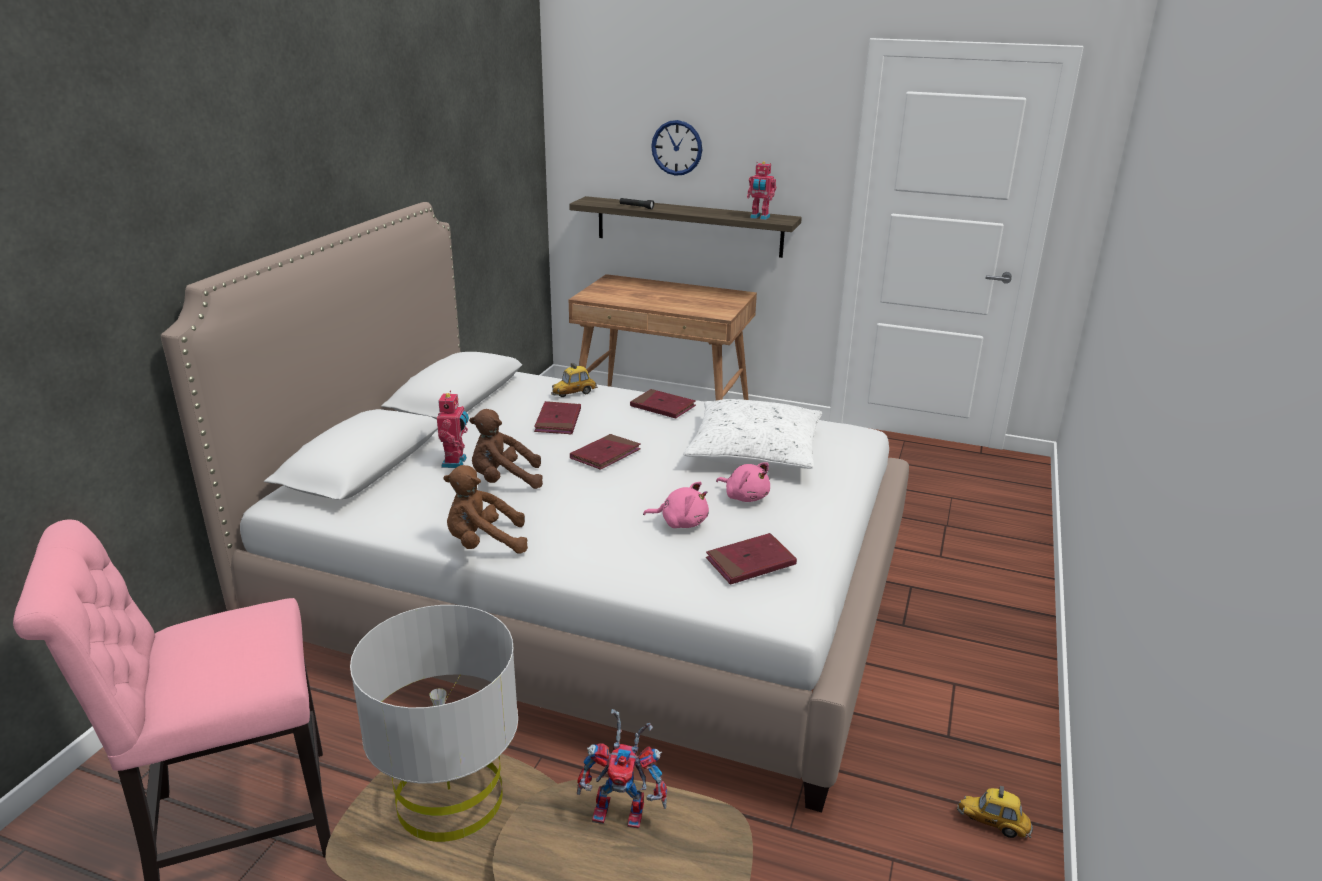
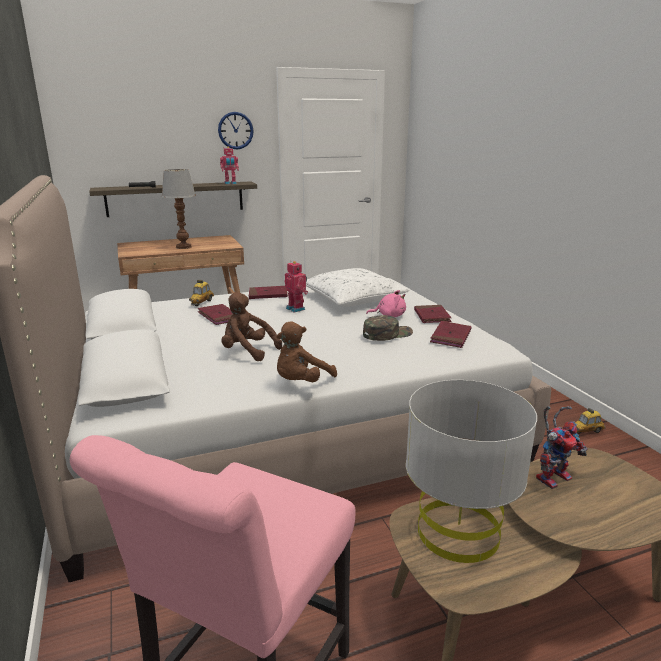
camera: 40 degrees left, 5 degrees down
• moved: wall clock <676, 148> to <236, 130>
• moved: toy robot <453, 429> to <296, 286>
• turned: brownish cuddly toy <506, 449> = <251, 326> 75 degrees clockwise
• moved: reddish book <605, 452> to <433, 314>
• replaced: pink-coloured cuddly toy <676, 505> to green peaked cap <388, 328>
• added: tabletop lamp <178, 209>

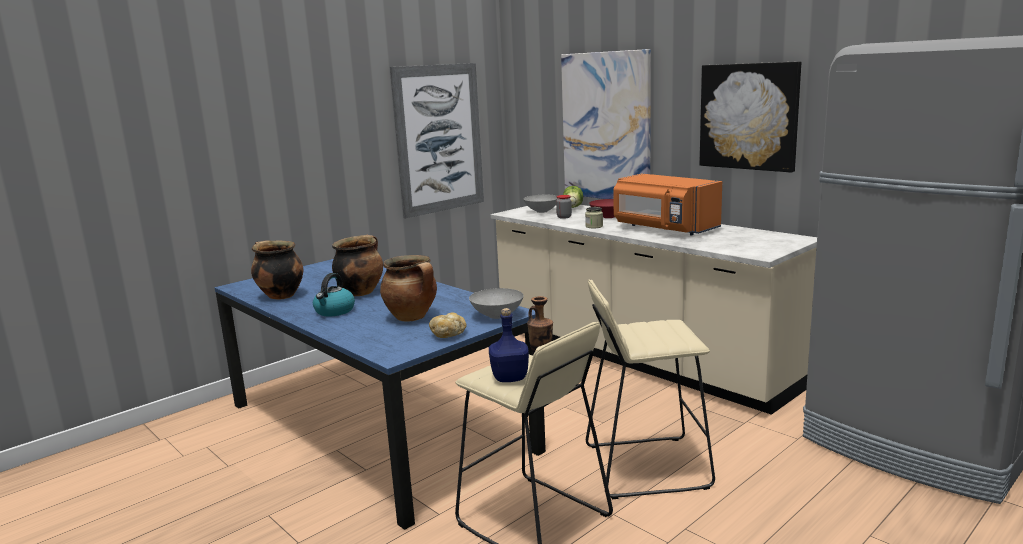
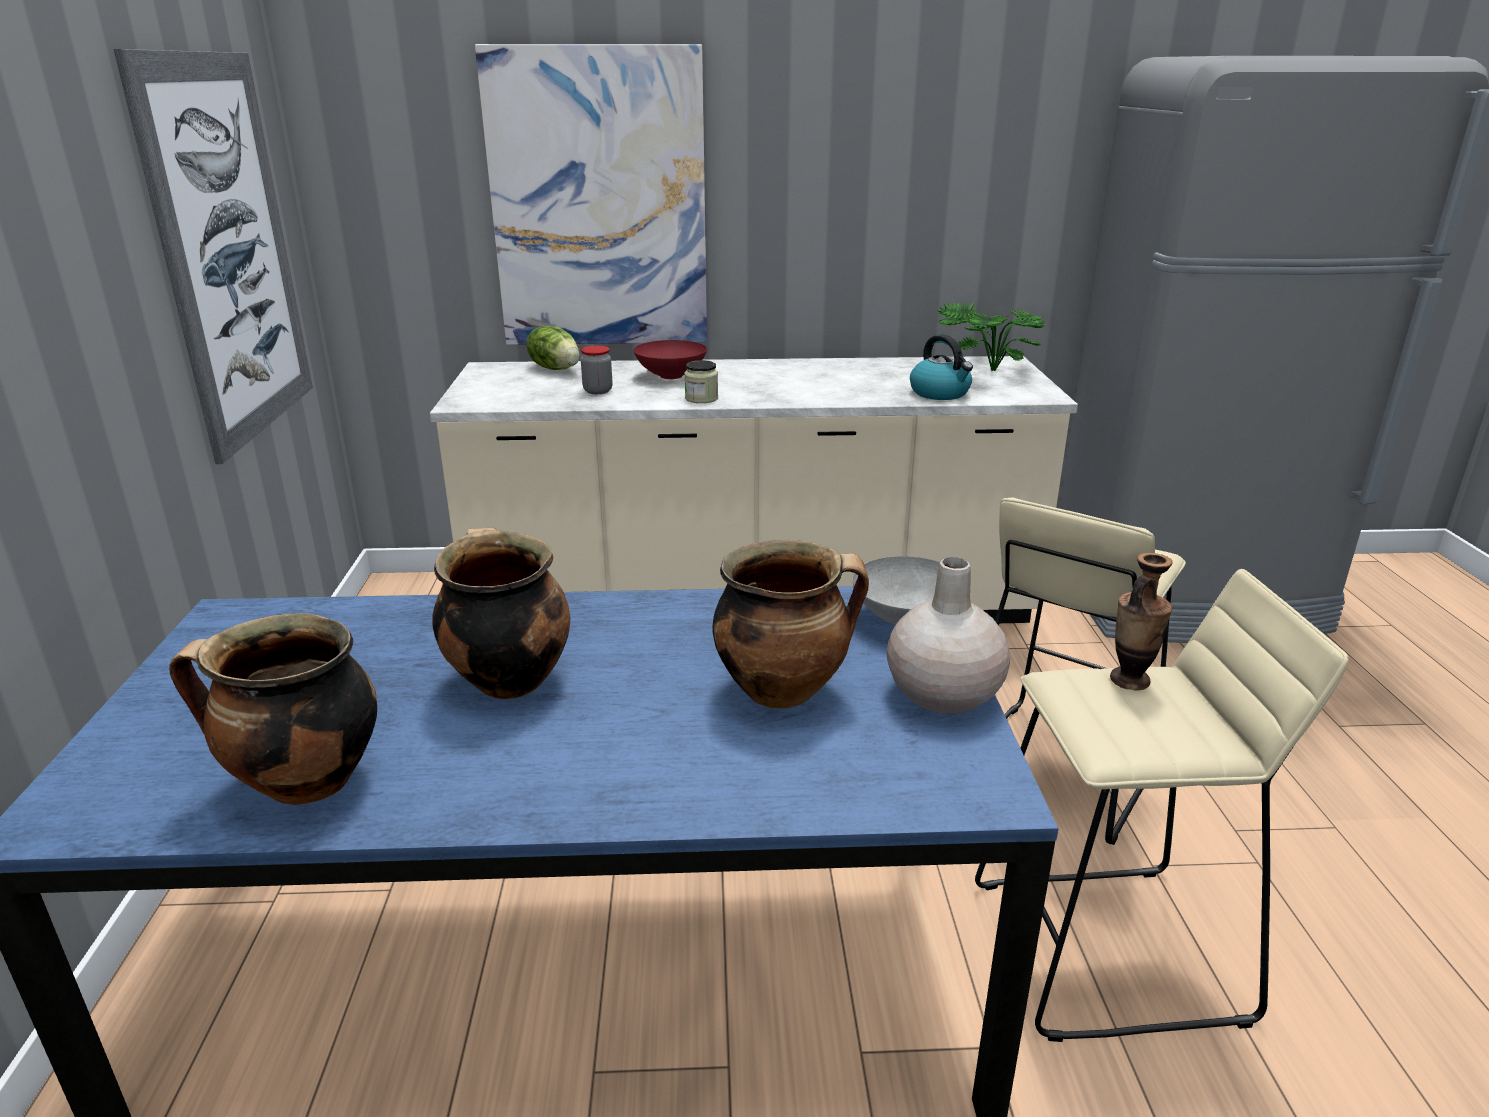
camera: 50 degrees left, 10 degrees up
• removed: wall picture <750, 117>
• removed: orangey kitchen microwave <667, 204>
• removed: grey bowl <540, 204>
• moved: water kettle <334, 294> to <941, 367>
• removed: blue bottle <509, 345>
• replaced: bakery bread <447, 325> to beige-coloured flower vase <948, 635>
• added: potted plant <991, 336>

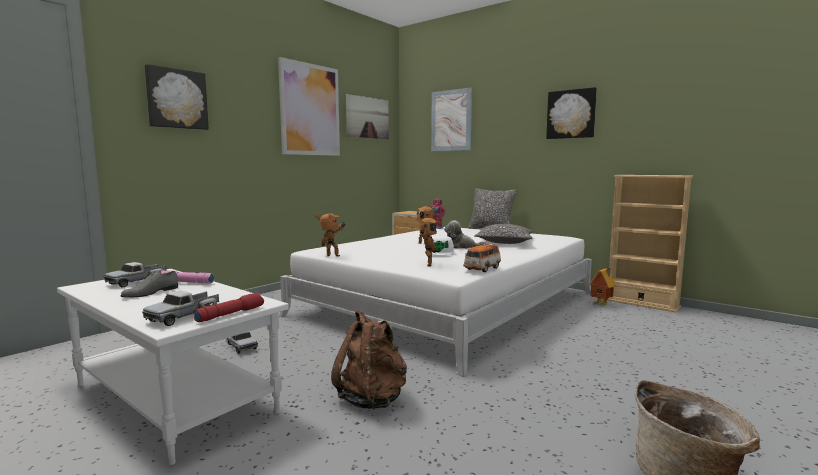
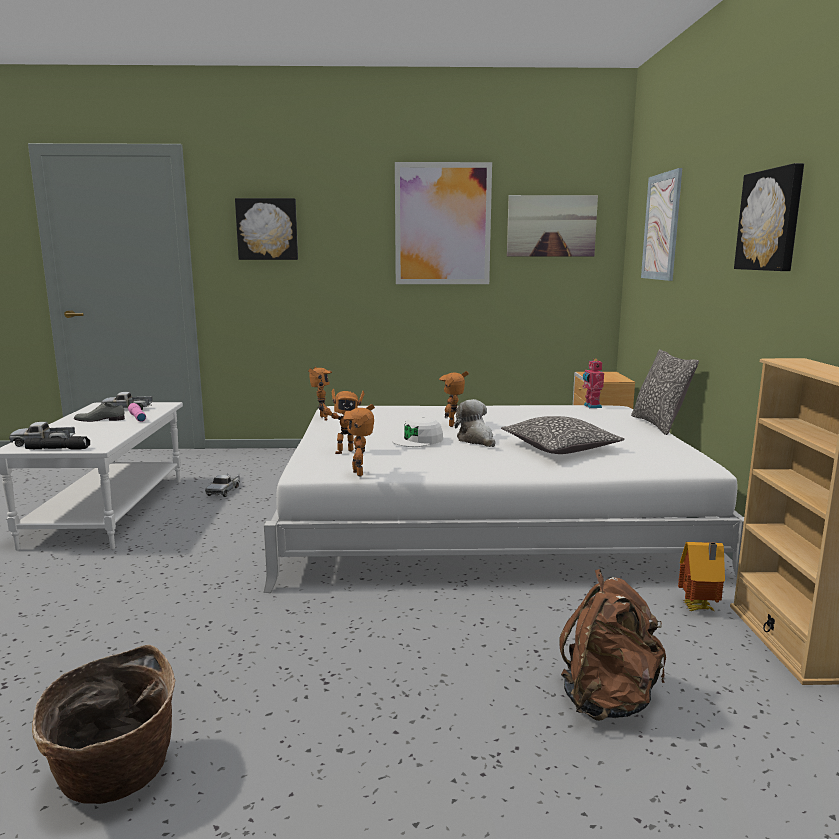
camera: 50 degrees right, 5 degrees up
• replaced: miniature car <482, 257> to toy robot <359, 440>
• recoloured: reddish hand torch <229, 307> to black-coloured hand torch <57, 443>
• moved: brownish knapsack <369, 359> to <612, 645>

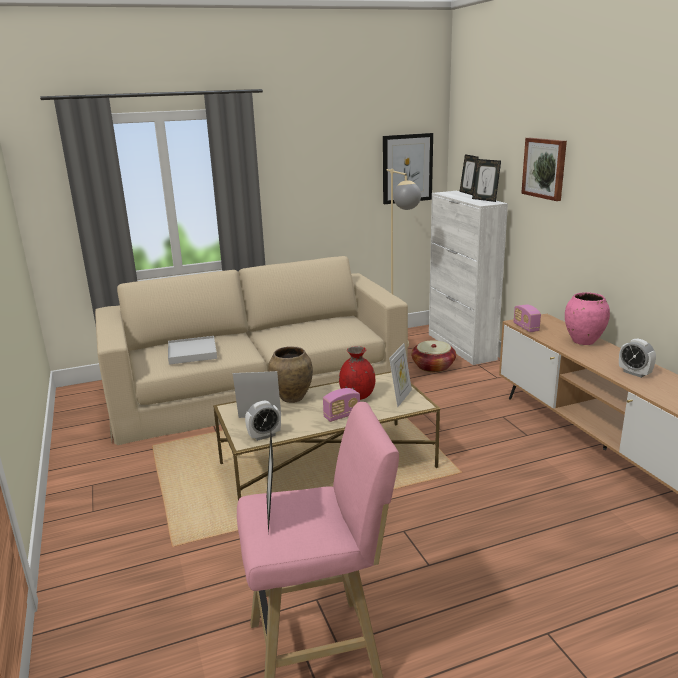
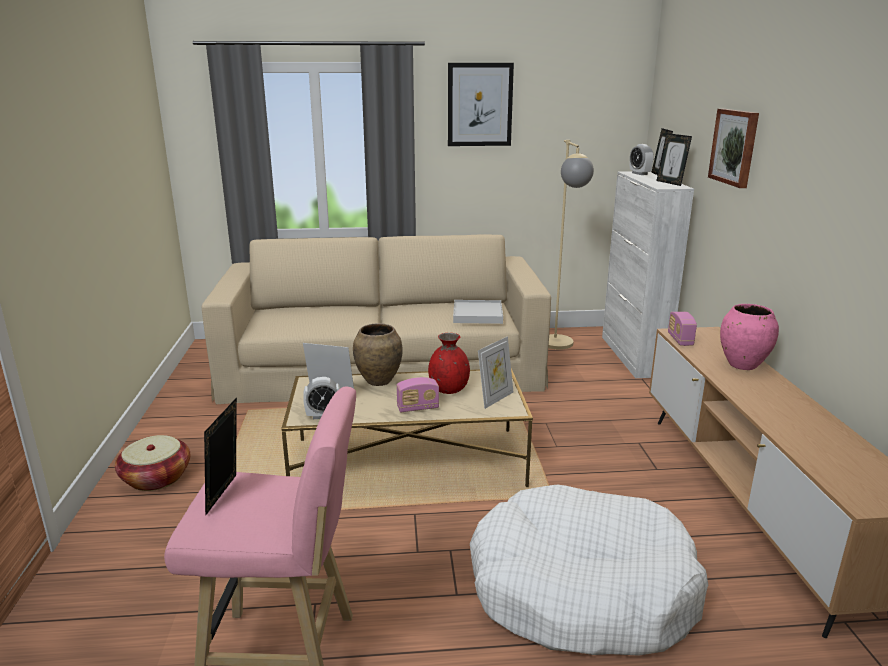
camera: 15 degrees right, 0 degrees up
• moved: wall picture <408, 168> to <481, 104>
• moved: whitish carrying tray <192, 350> to <478, 312>
• moved: table clock <637, 358> to <642, 159>
• moved: basket <433, 356> to <152, 463>
• added: whitish dog bed <589, 570>

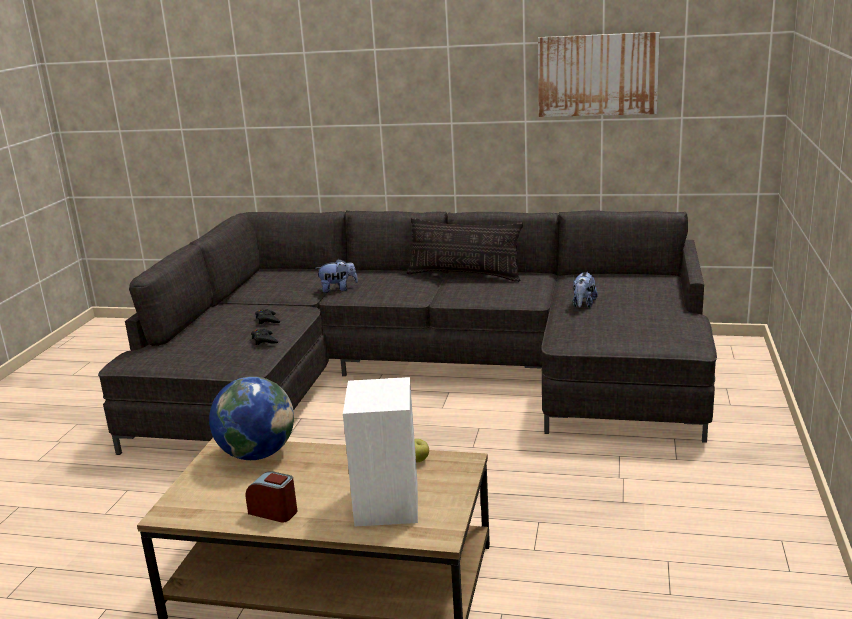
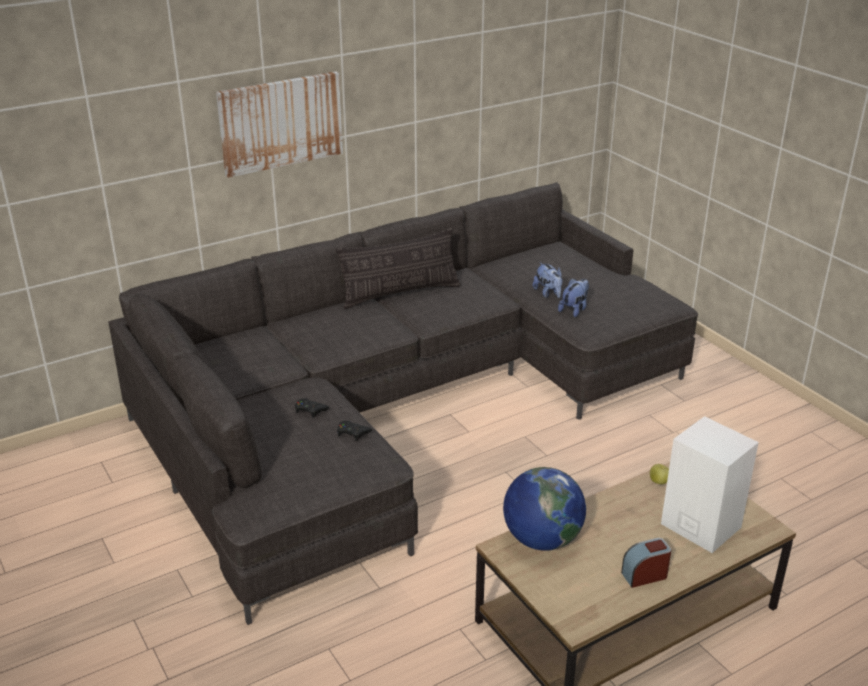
camera: 45 degrees left, 10 degrees up
• moved: wall picture <599, 74> to <279, 124>
• moved: cuddly toy <337, 276> to <573, 297>

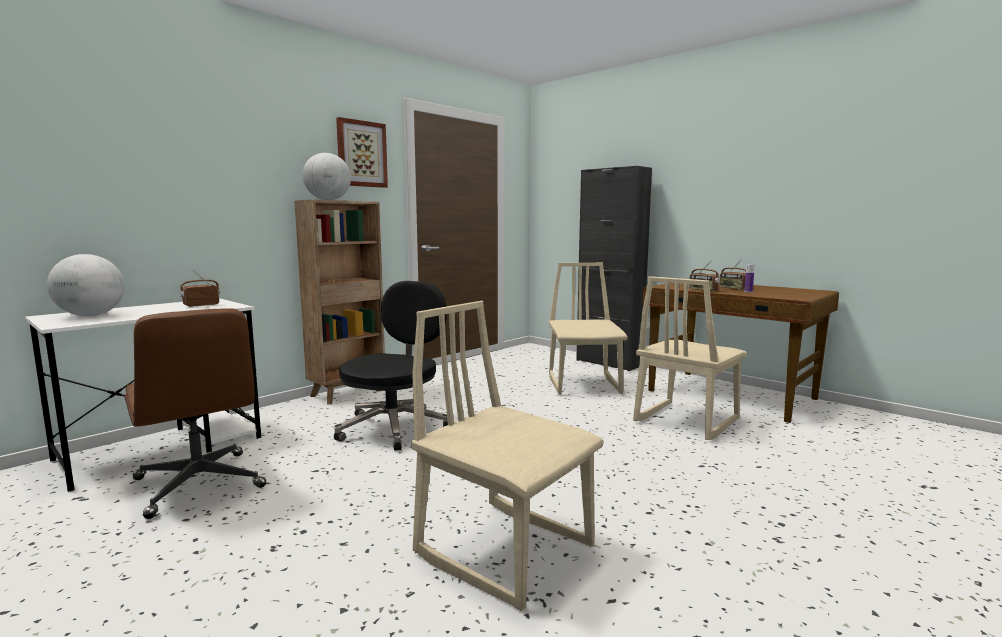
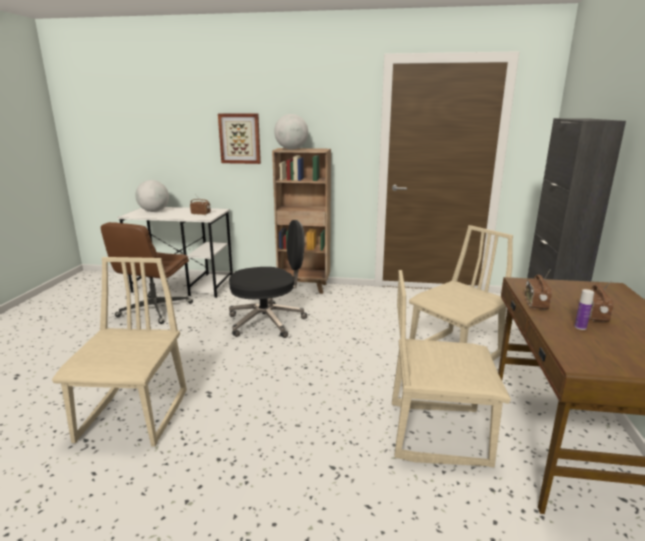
camera: 55 degrees right, 10 degrees up
• moved: wall picture <362, 152> to <239, 138>

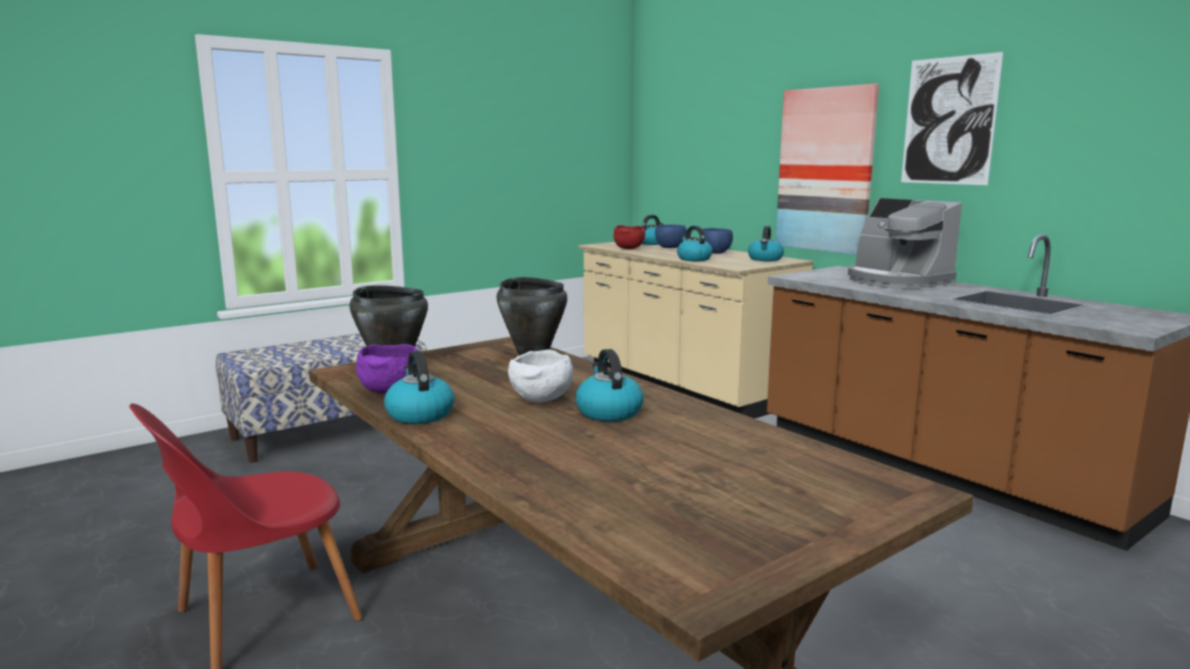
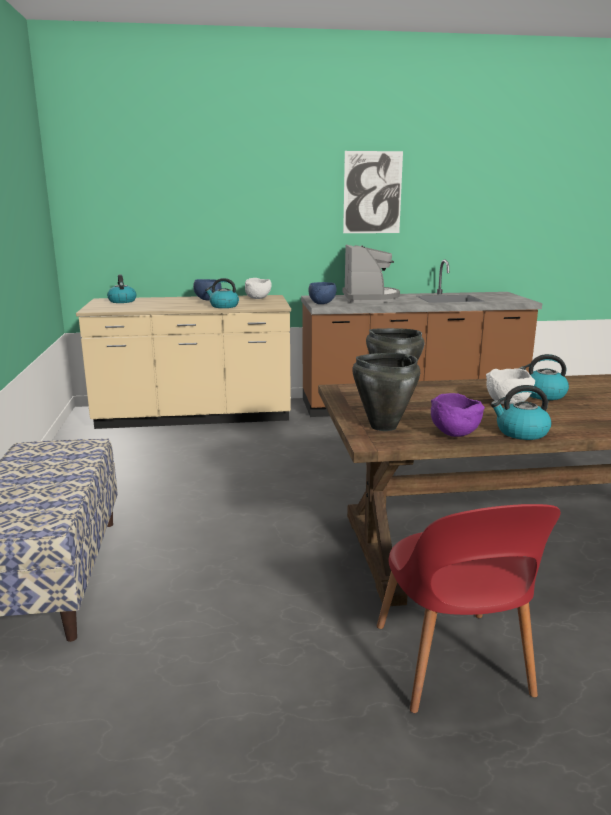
camera: 60 degrees left, 5 degrees up
• removed: wall picture <827, 169>
• turned: coffee machine <905, 243> = <371, 274> 90 degrees counterclockwise
• removed: reddish bowl <629, 237>
• moved: blue bowl <671, 236> to <322, 293>
• replaced: water kettle <766, 243> to whitish bowl <258, 288>

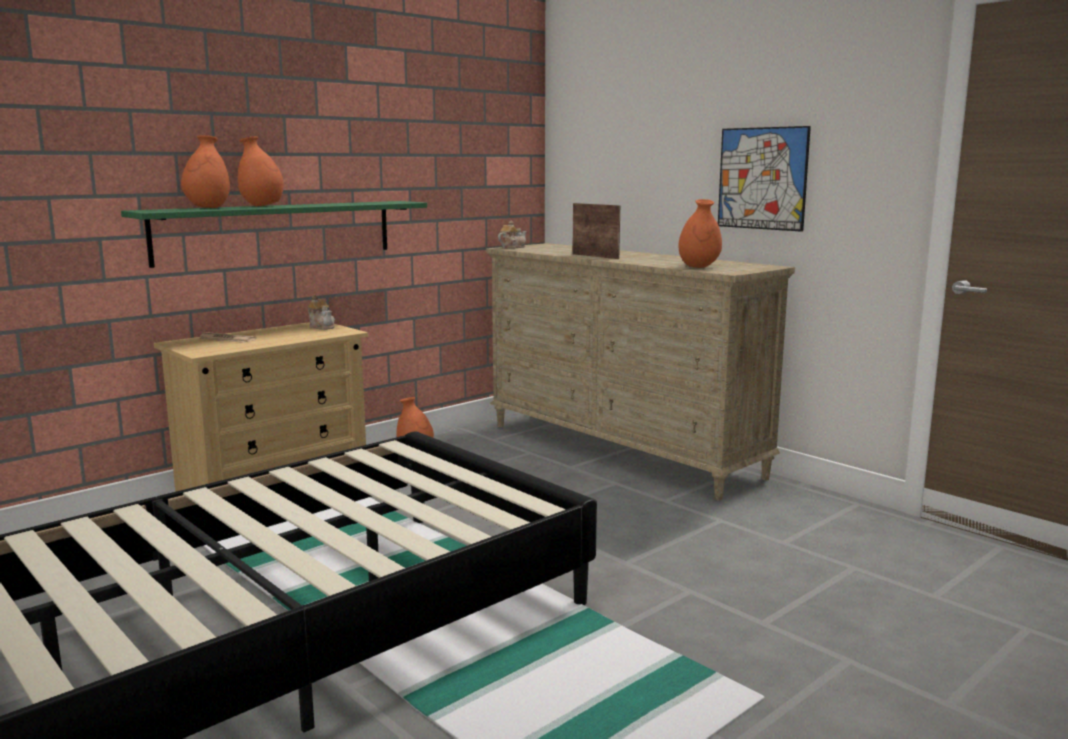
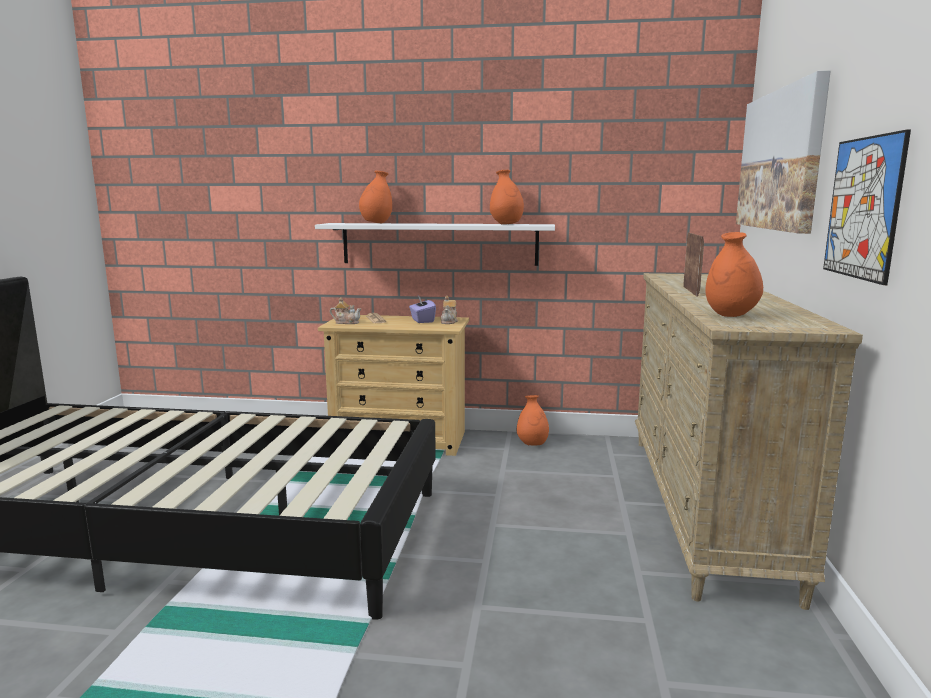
camera: 50 degrees right, 0 degrees up
• moved: orangey flower vase <261, 171> to <507, 197>
• recoloured: green bracket shelf <274, 234> to whitish bracket shelf <435, 244>
• moved: teapot <512, 234> to <345, 310>
• added: wall picture <783, 152>
• added: purple-coloured tissue box <422, 309>

